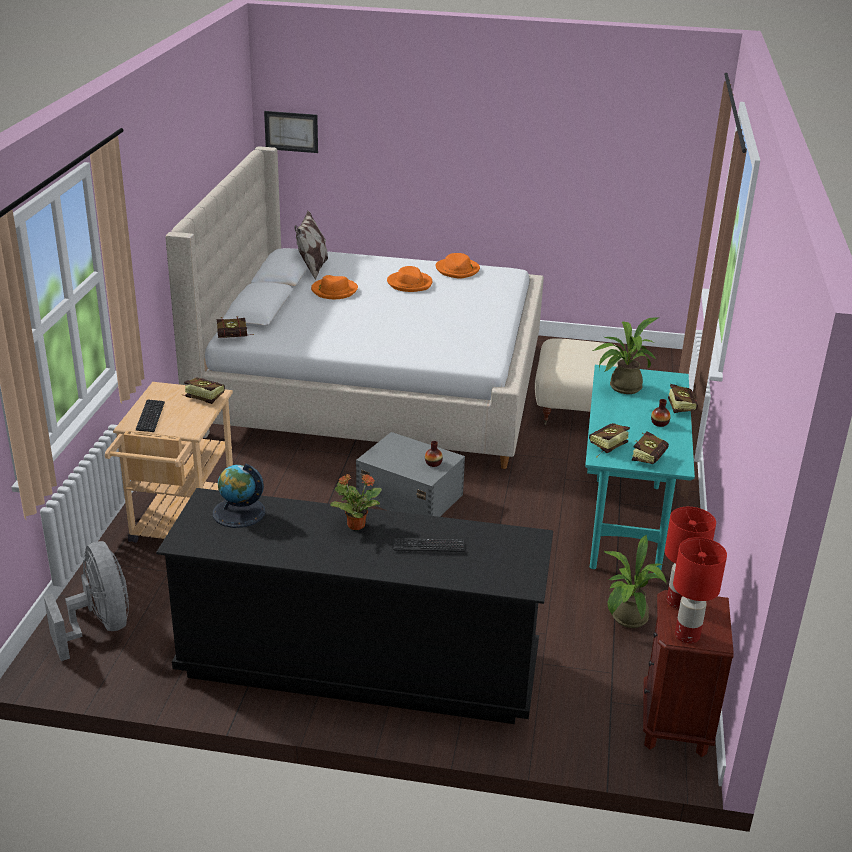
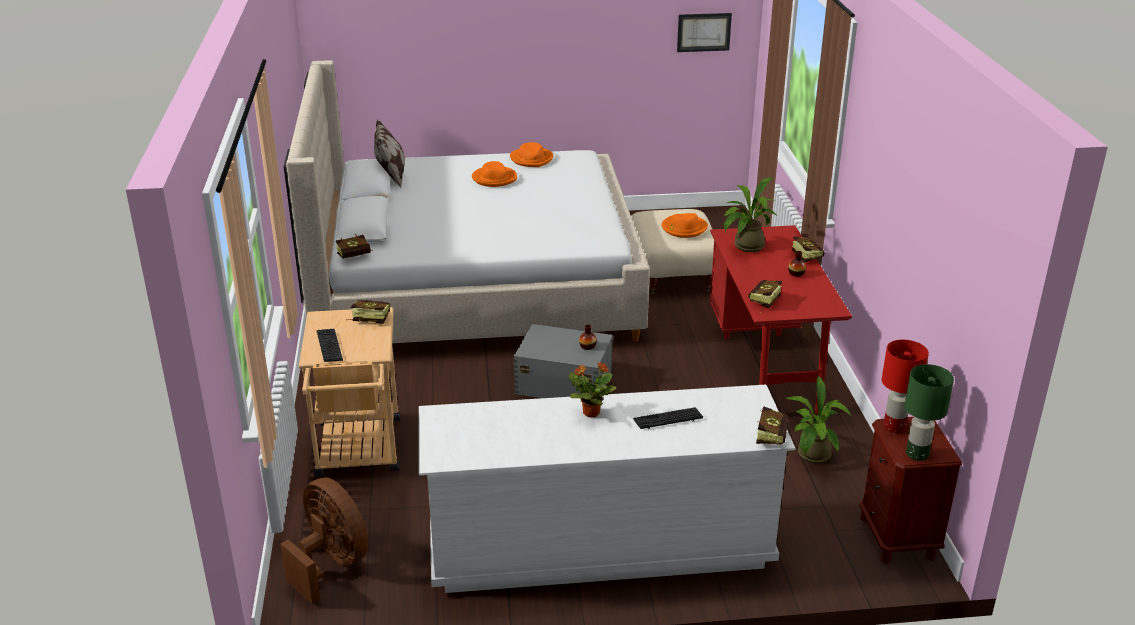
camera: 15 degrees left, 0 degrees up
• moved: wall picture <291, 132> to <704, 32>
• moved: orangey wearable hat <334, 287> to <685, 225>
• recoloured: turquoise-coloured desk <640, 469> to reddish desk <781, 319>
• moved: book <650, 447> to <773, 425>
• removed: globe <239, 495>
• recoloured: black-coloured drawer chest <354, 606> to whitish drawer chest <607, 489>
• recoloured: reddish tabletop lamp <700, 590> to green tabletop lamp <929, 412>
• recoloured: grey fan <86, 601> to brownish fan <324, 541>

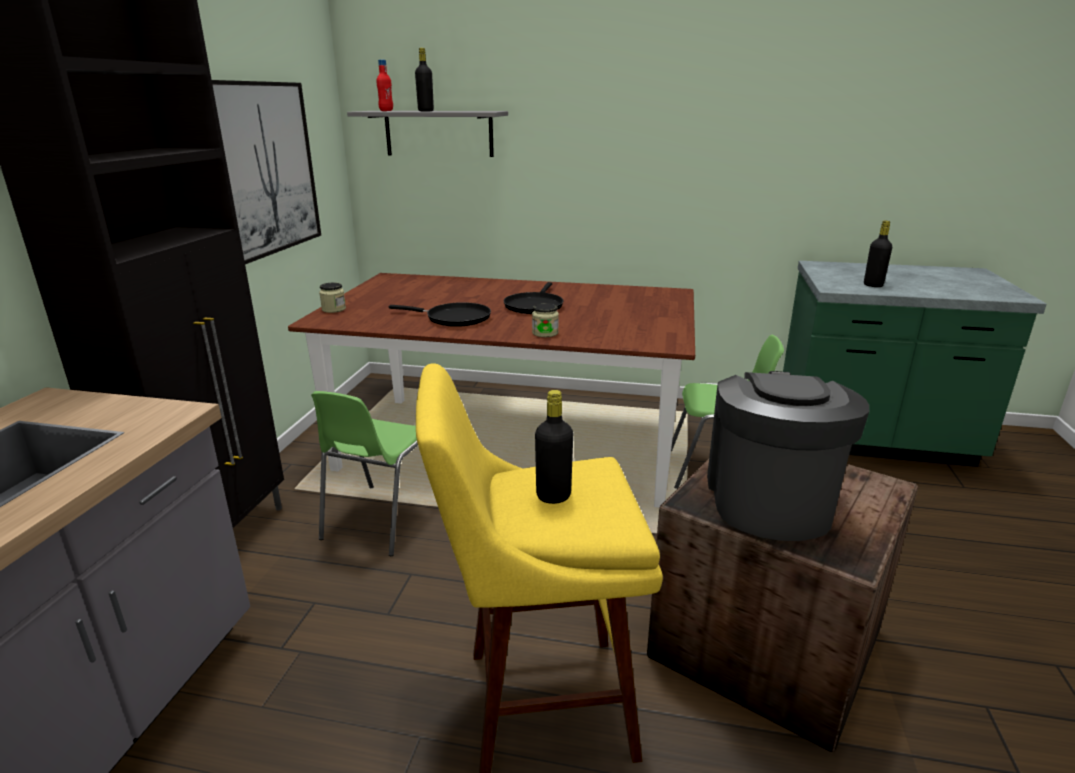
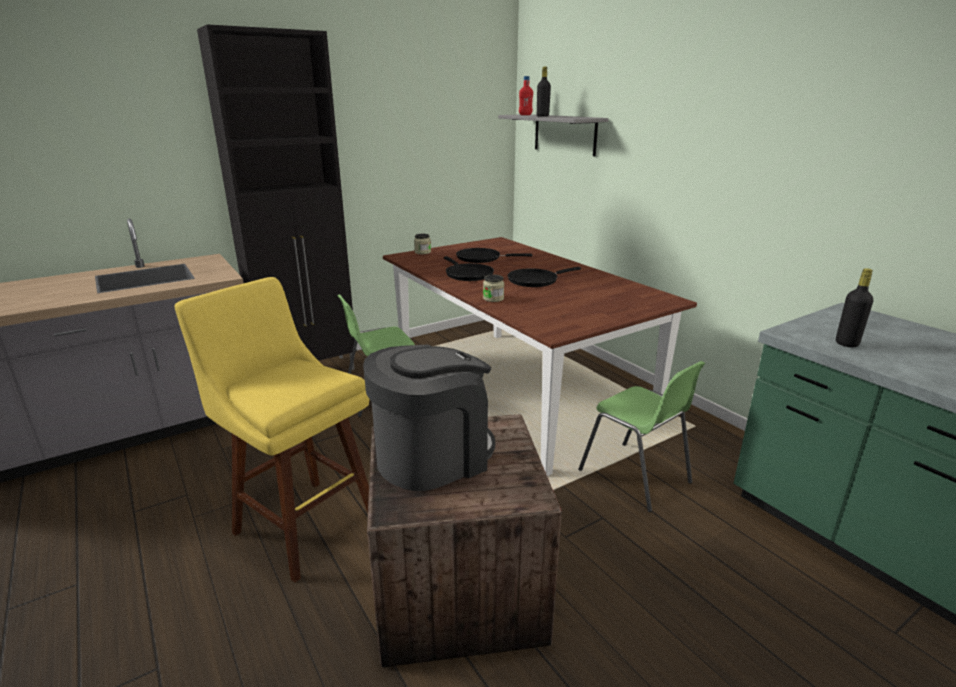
camera: 45 degrees right, 0 degrees up
• removed: wall picture <266, 172>
• removed: black-coloured bottle <554, 447>
• added: black-coloured skillet <494, 255>

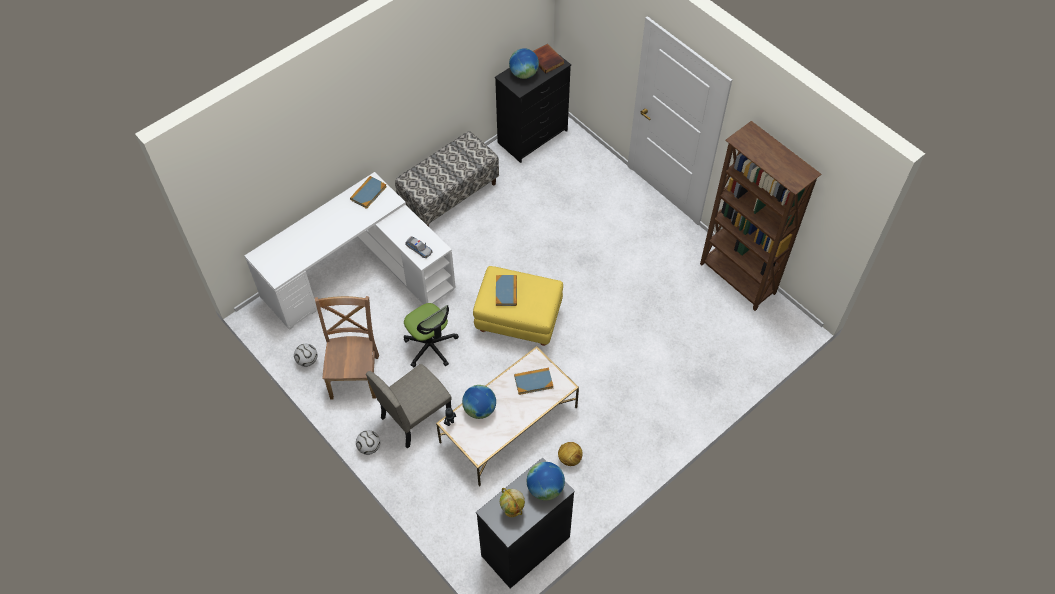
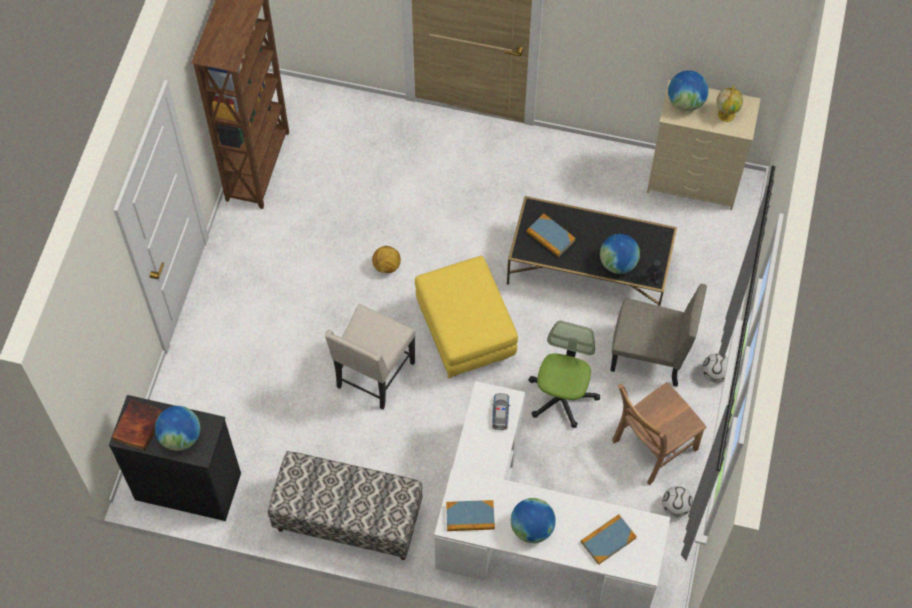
camera: 125 degrees left, 5 degrees up
• moved: book <506, 290> to <609, 539>
• recoloured: whitish lounge table <507, 416> to black-coloured lounge table <592, 251>
• moved: football <570, 454> to <386, 259>
• recoloured: black-coloured drawer chest <525, 523> to beige-coloured drawer chest <704, 145>
• added: beige-coloured upright chair <370, 356>
• added: globe <533, 520>

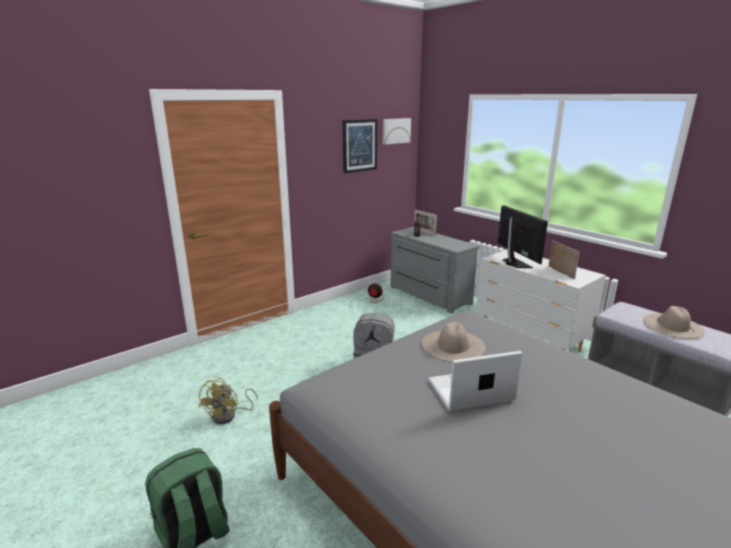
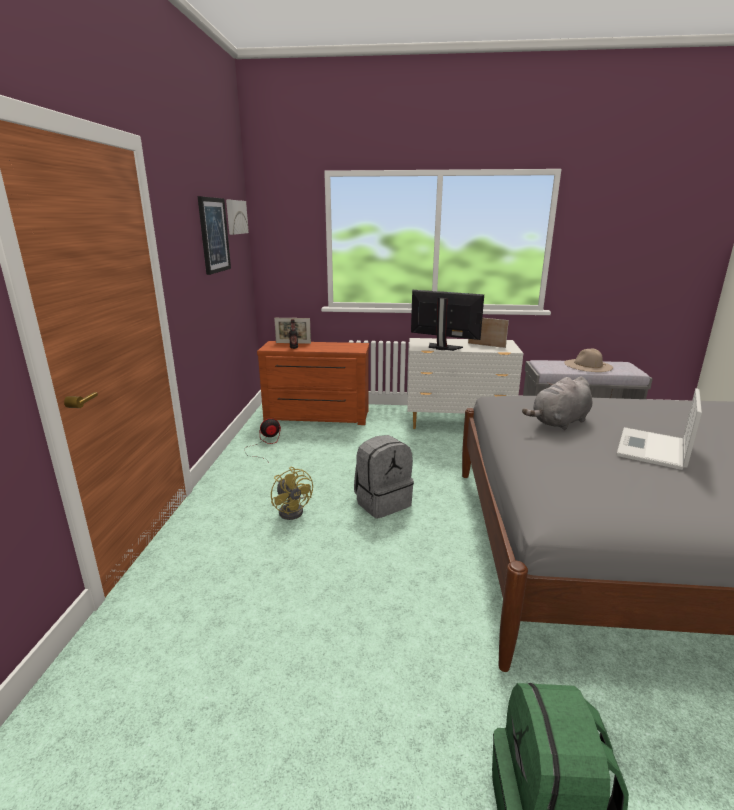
camera: 45 degrees left, 0 degrees up
• recoloured: grey drawer chest <434, 270> to brownish drawer chest <313, 383>
• replaced: beige-coloured wearable hat <453, 342> to grey cuddly toy <557, 403>
• moved: yellowish fan <228, 401> to <292, 493>

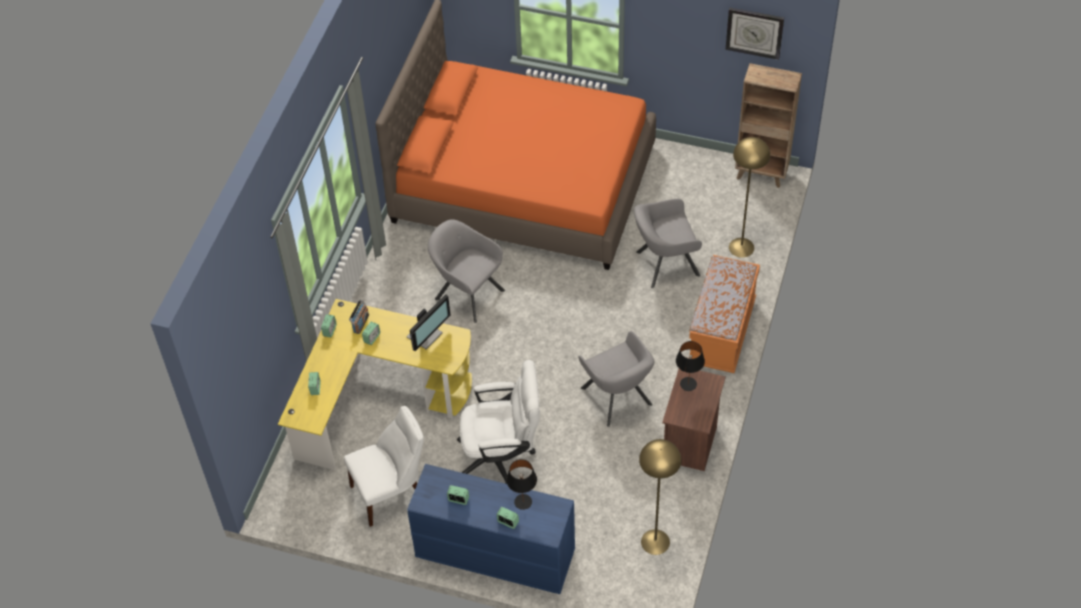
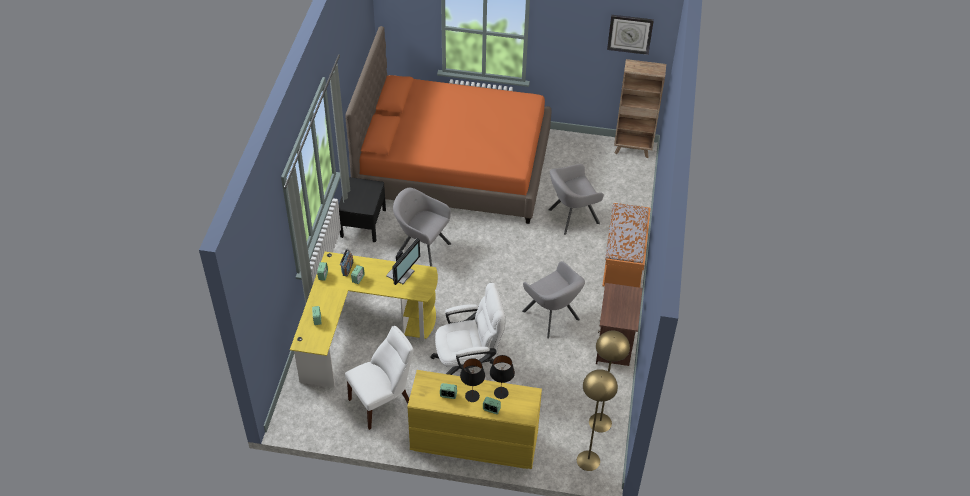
camera: 10 degrees left, 5 degrees down
• moved: yellowish floor lamp <749, 197> to <597, 420>
• moved: black-coloured tabletop lamp <690, 366> to <472, 380>
• recoloured: blue drawer chest <491, 529> to yellowish drawer chest <474, 419>
• added: black-coloured nightstand <362, 209>

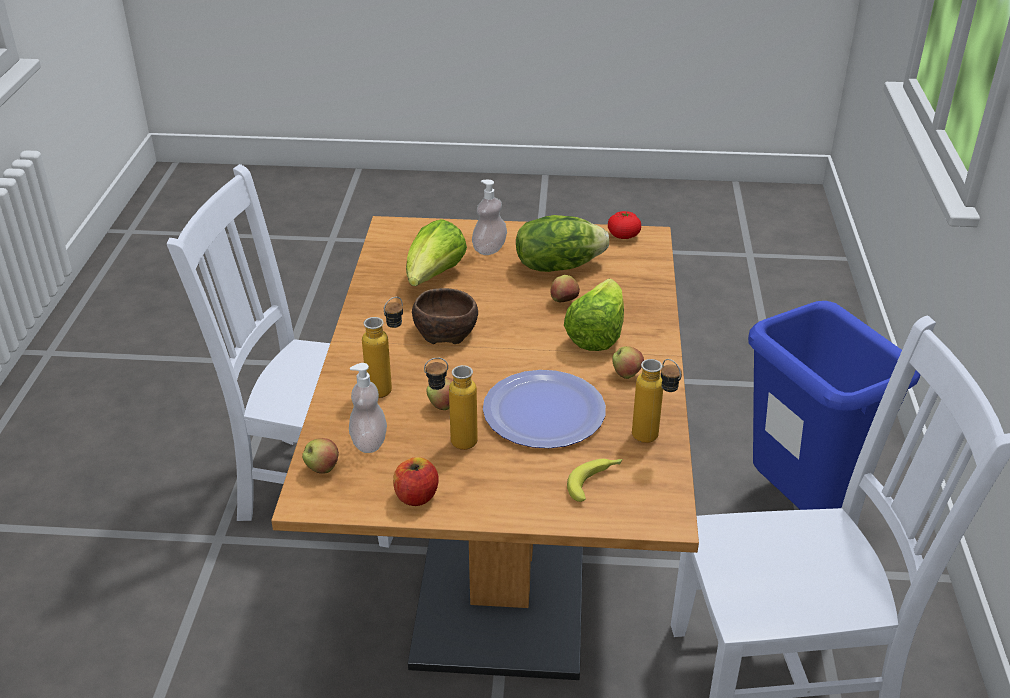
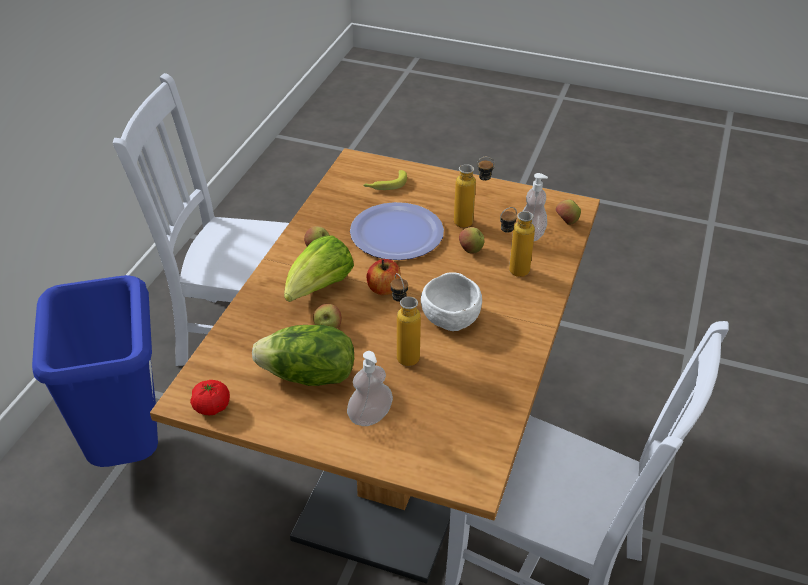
camera: 165 degrees left, 5 degrees up
• removed: head of lettuce <436, 252>
• recoloured: brownish bowl <445, 316> to whitish bowl <451, 301>
• moved: bottle <657, 401> to <406, 319>
• moved: whole apple <415, 481> to <384, 277>

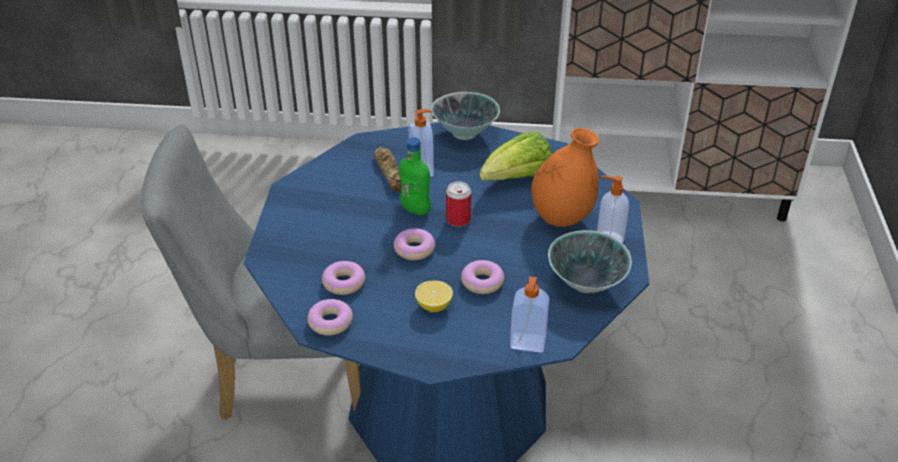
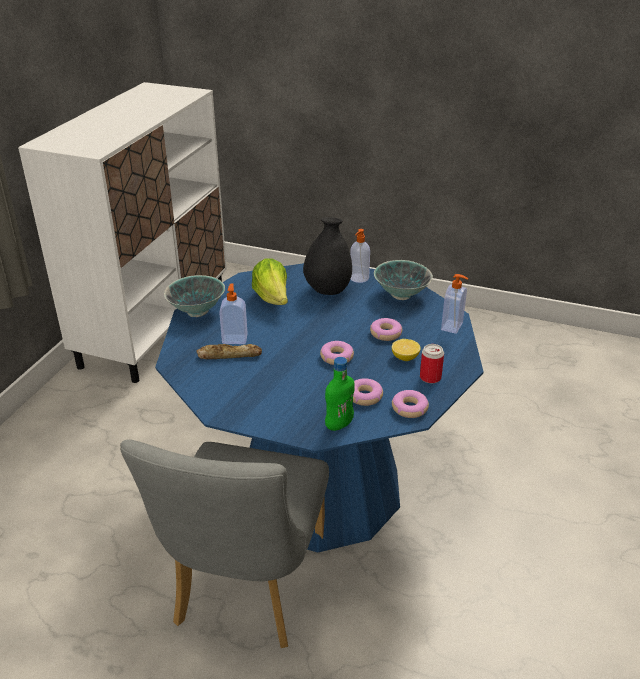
camera: 75 degrees left, 5 degrees down
• recoloured: orangey flower vase <565, 177> to black-coloured flower vase <327, 256>
• moved: green bottle <415, 176> to <340, 394>
• moved: can <458, 204> to <432, 363>

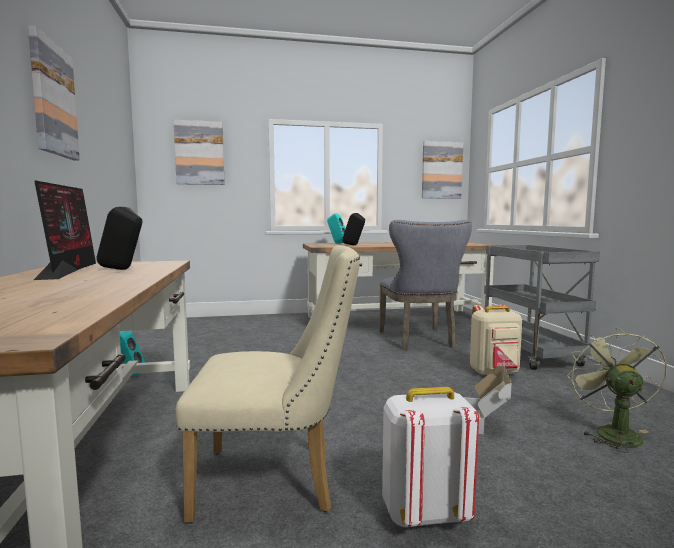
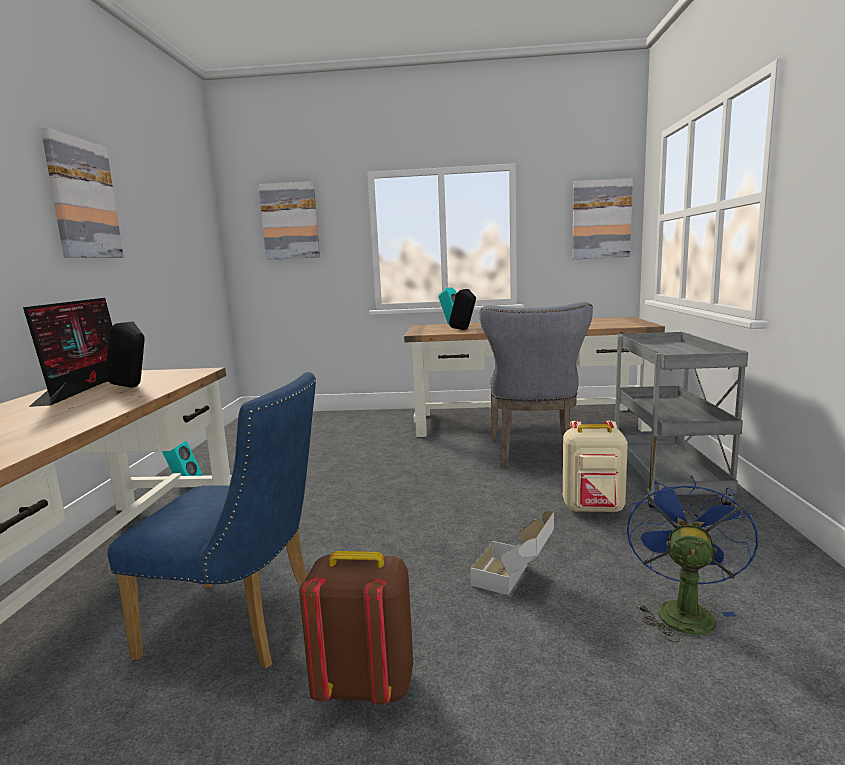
camera: 15 degrees right, 5 degrees up
• recoloured: beige-coloured upright chair <267, 384> to blue upright chair <211, 520>
• recoloured: green fan <617, 390> to blue fan <692, 559>
• recoloured: whitish knapsack <430, 457> to brownish knapsack <356, 627>

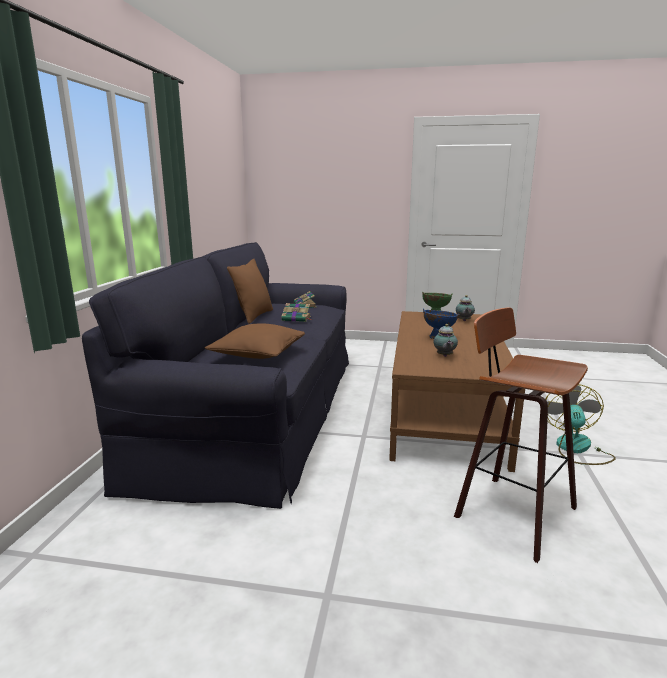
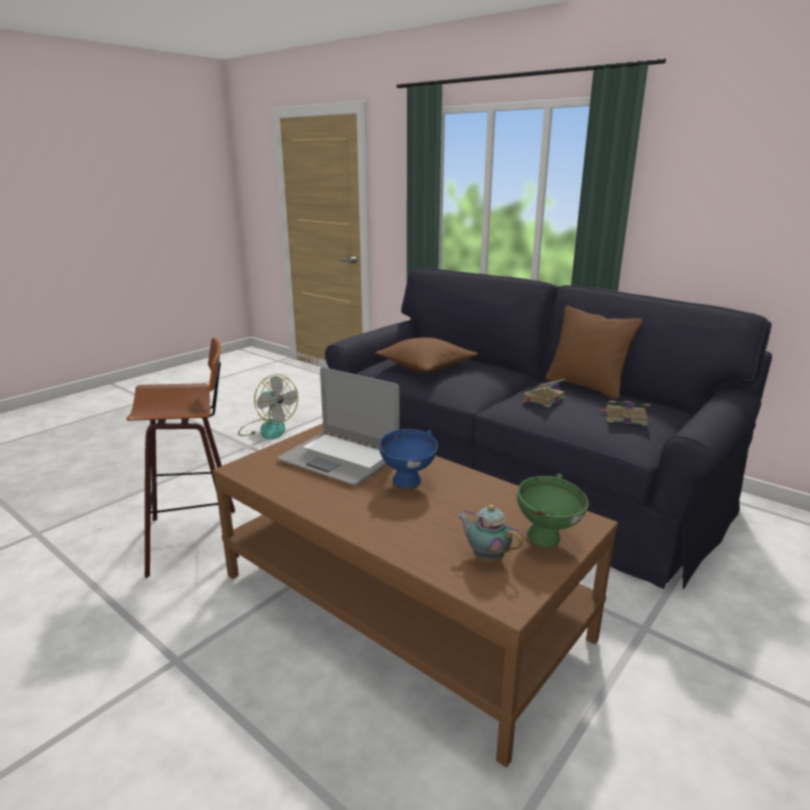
camera: 120 degrees right, 5 degrees up
• replaced: teapot <446, 340> to laptop <339, 426>
• moved: fan <580, 424> to <268, 406>

